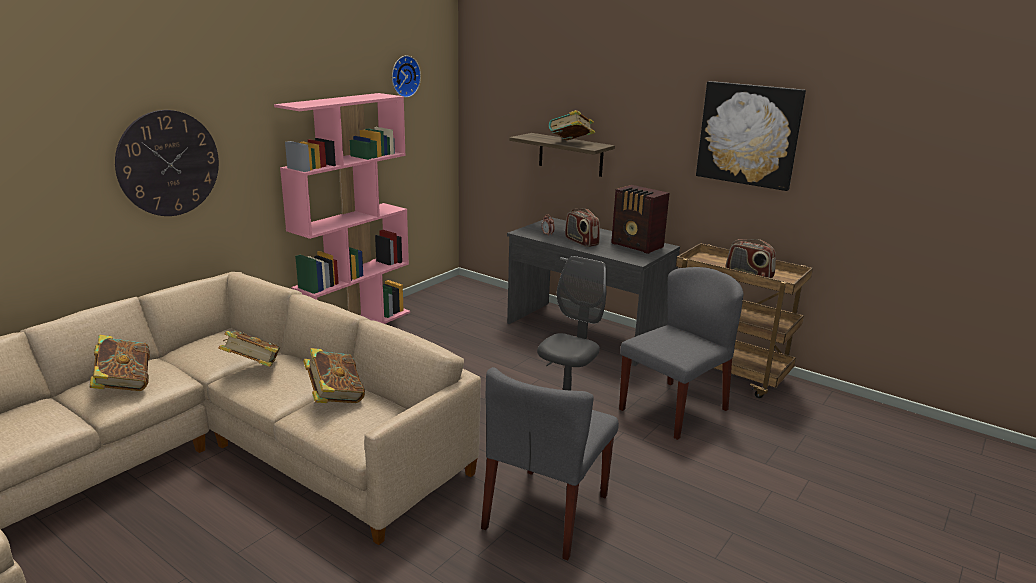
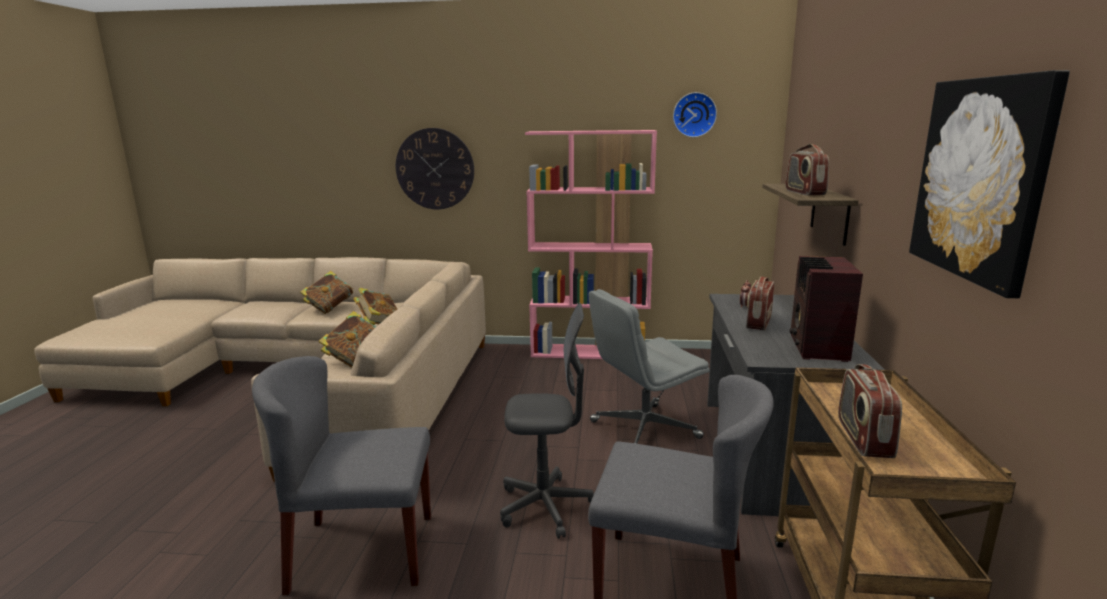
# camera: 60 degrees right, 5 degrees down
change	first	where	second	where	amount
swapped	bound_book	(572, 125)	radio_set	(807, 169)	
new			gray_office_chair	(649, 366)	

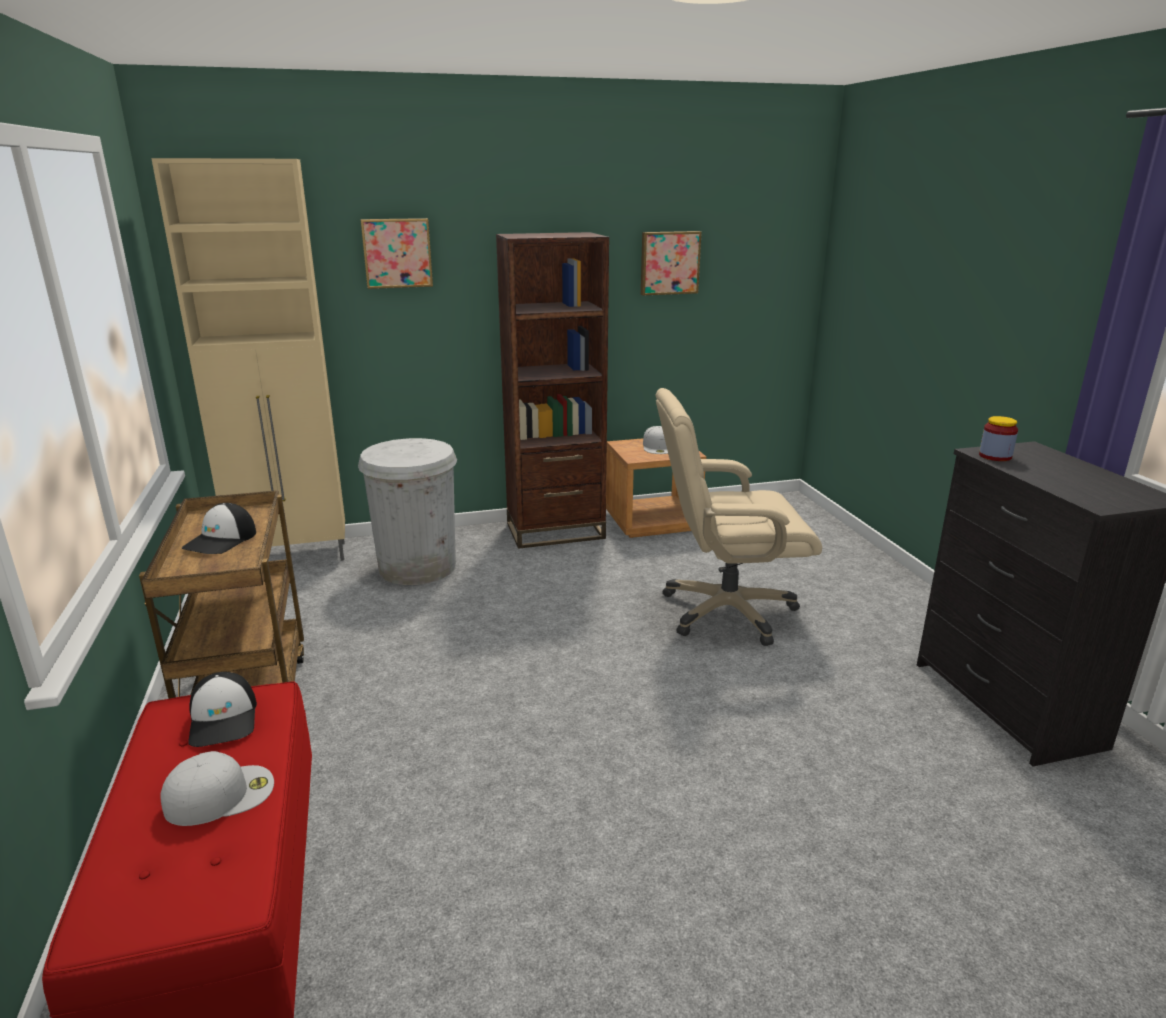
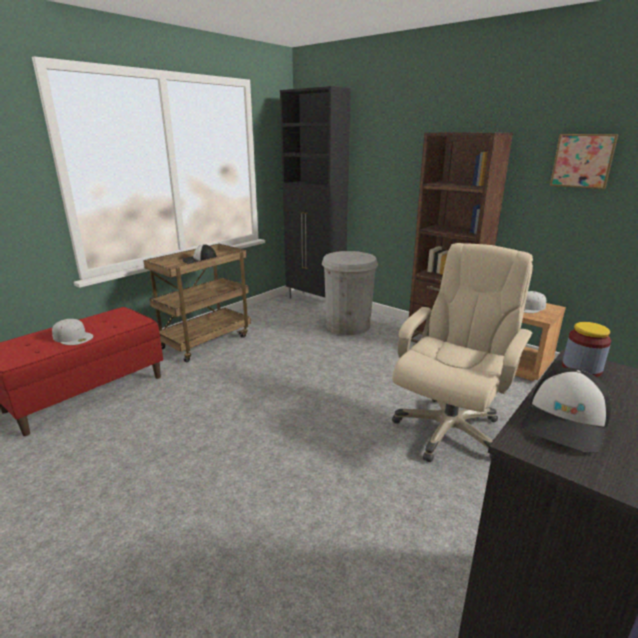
# camera: 55 degrees right, 0 degrees up
change	first	where	second	where	amount
repainted	beige_storage_cabinet	(248, 359)	blackish_storage_cabinet	(315, 192)	
gone	wall_art	(397, 253)			
rotated	beige_office_chair	(738, 517)		(462, 352)	75 degrees clockwise
shifted	cap	(222, 709)		(566, 410)	

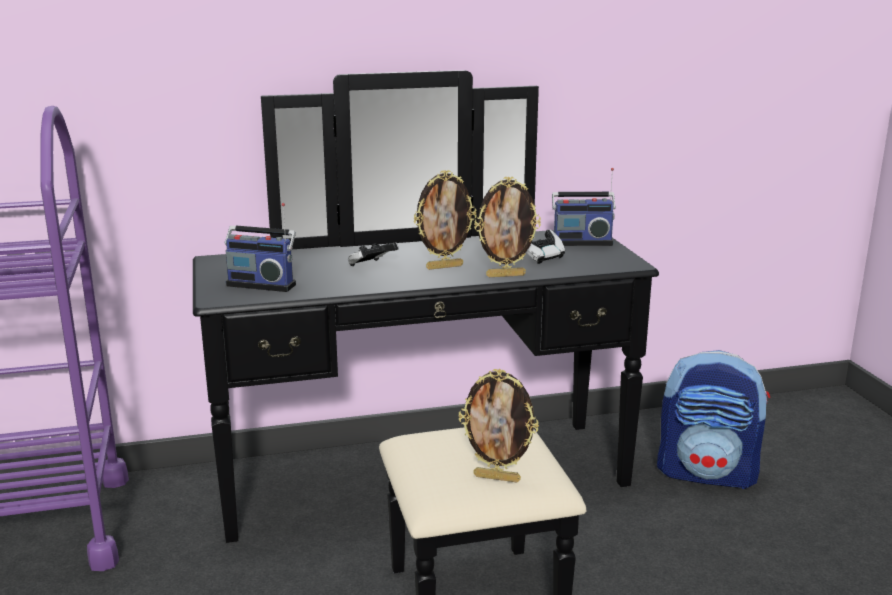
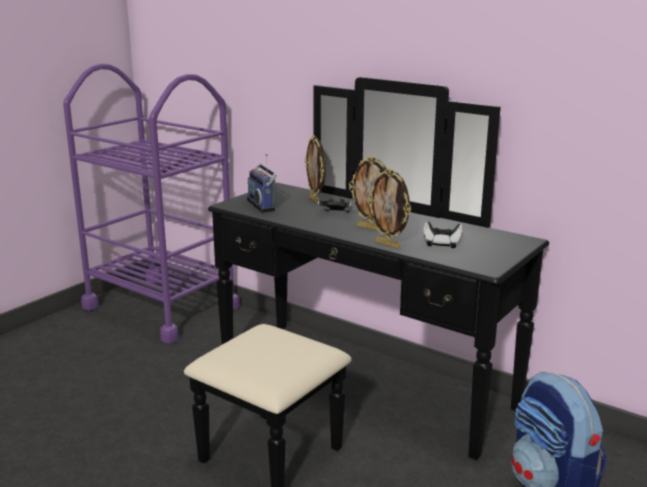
# camera: 50 degrees right, 0 degrees up
change	first	where	second	where	amount
gone	radio_set	(584, 207)			
shifted	standing_frame	(499, 425)		(315, 169)	

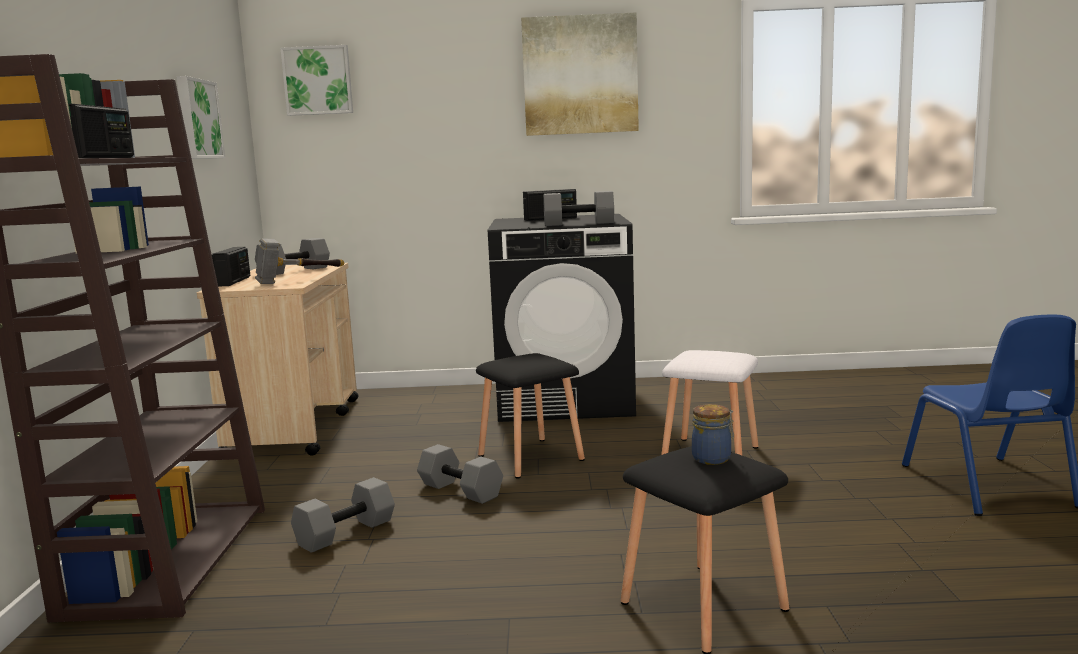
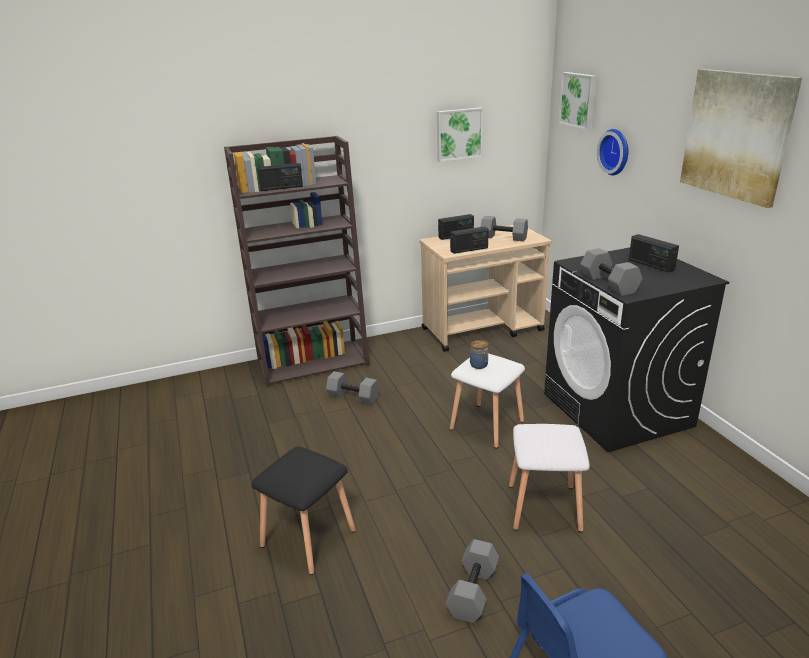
# camera: 70 degrees right, 15 degrees up
change	first	where	second	where	amount
swapped	tool_hammer	(299, 261)	radio_set	(469, 240)	
repainted	blackish_stool_seat	(530, 415)	white-coloured_stool_seat	(487, 400)	
shifted	preserve_jar	(713, 434)		(479, 354)	
shifted	gray_hand_weight	(460, 474)		(472, 581)	
new			hanging_clock	(612, 152)	

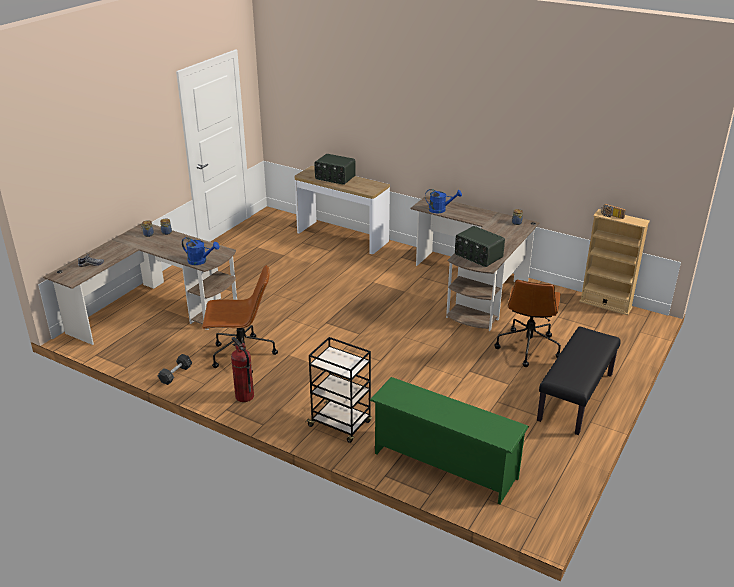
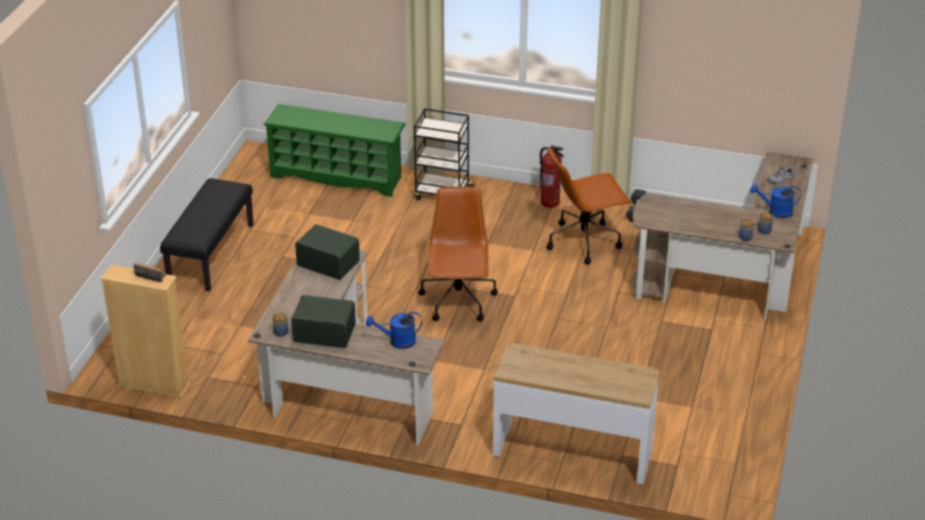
# camera: 165 degrees right, 5 degrees up
change	first	where	second	where	amount
shifted	radio_set	(335, 169)		(323, 321)	
shifted	blue_watering_pot	(201, 251)		(775, 201)	
shifted	brownish_office_chair	(527, 323)		(458, 253)	

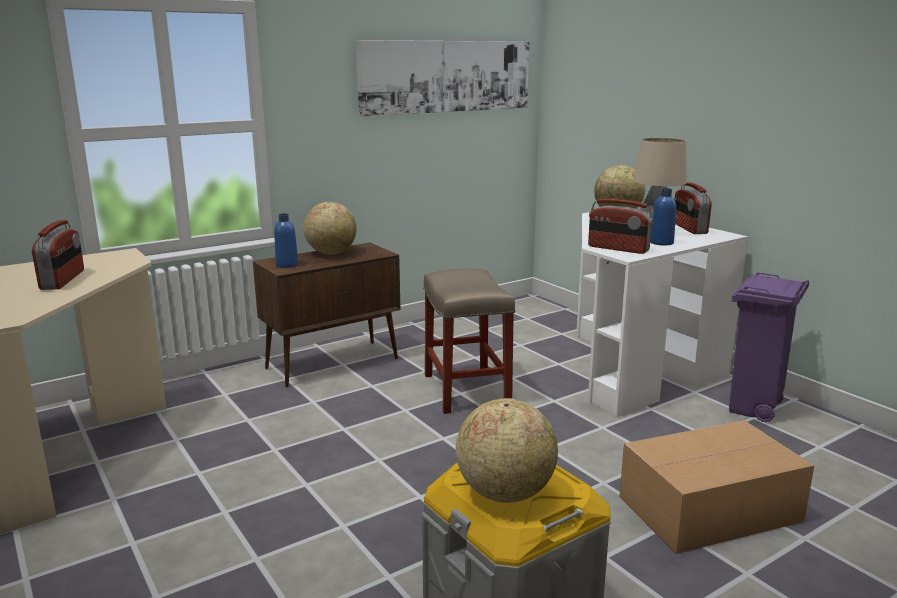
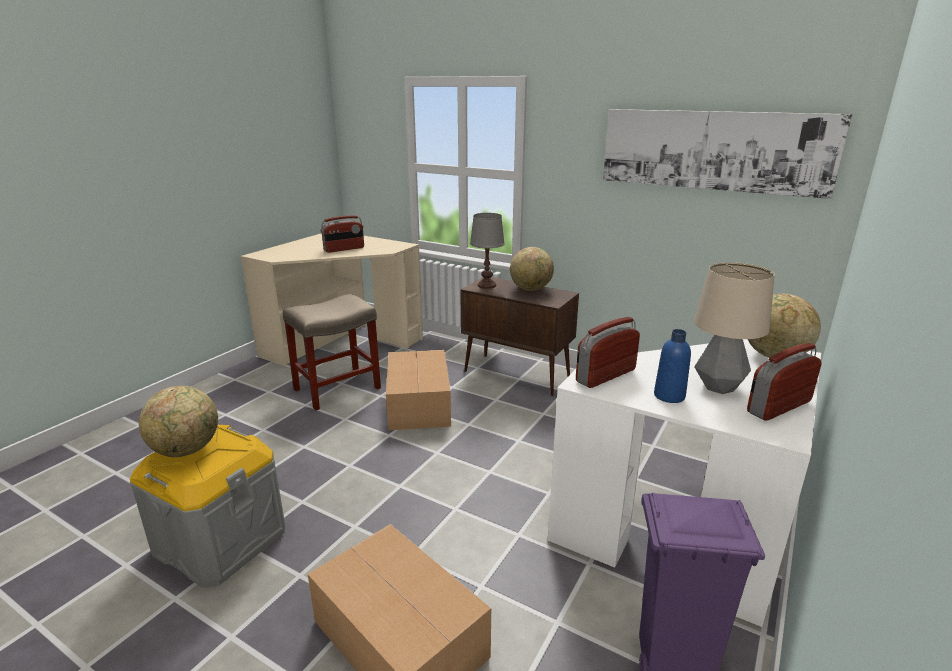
# camera: 65 degrees right, 5 degrees up
change	first	where	second	where	amount
rotated	radio_set	(621, 226)		(608, 352)	45 degrees clockwise
swapped	blue_beverage_bottle	(286, 240)	gray_lamp_for_a_table	(487, 251)	
shifted	beige_stool_seat	(469, 341)		(332, 352)	
new			packing_box	(418, 390)	

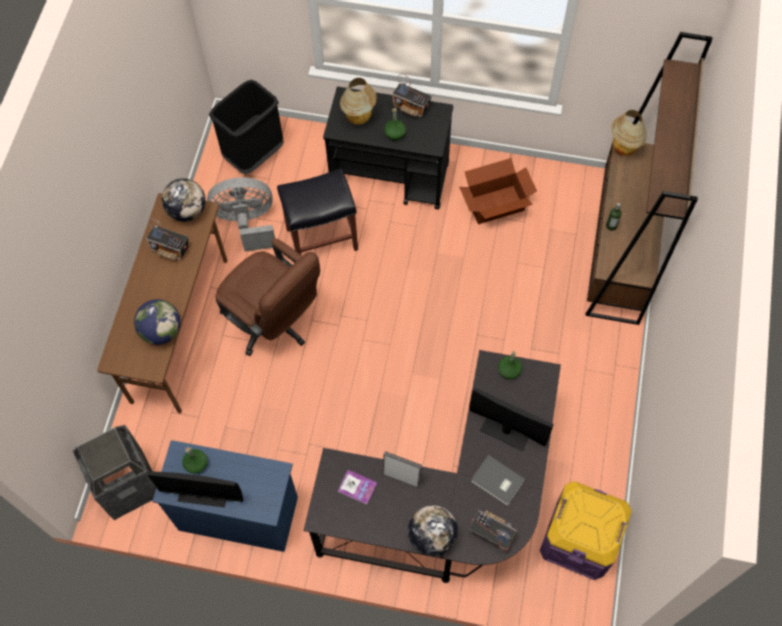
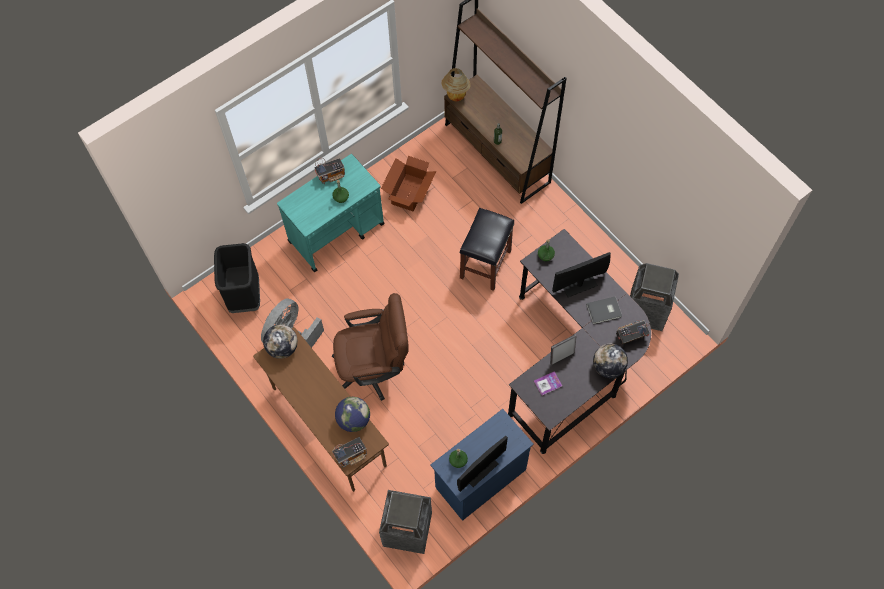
# camera: 50 degrees left, 0 degrees up
change	first	where	second	where	amount
gone	lamp_for_a_table	(358, 101)			
repainted	blackish_wheeled_cart	(388, 148)	turquoise_wheeled_cart	(331, 213)	
shifted	blackish_stool_seat	(317, 211)		(487, 249)	
shifted	radio_set	(167, 240)		(349, 452)	
swapped	purple_storage_bin	(586, 530)	waste_bin	(654, 297)	

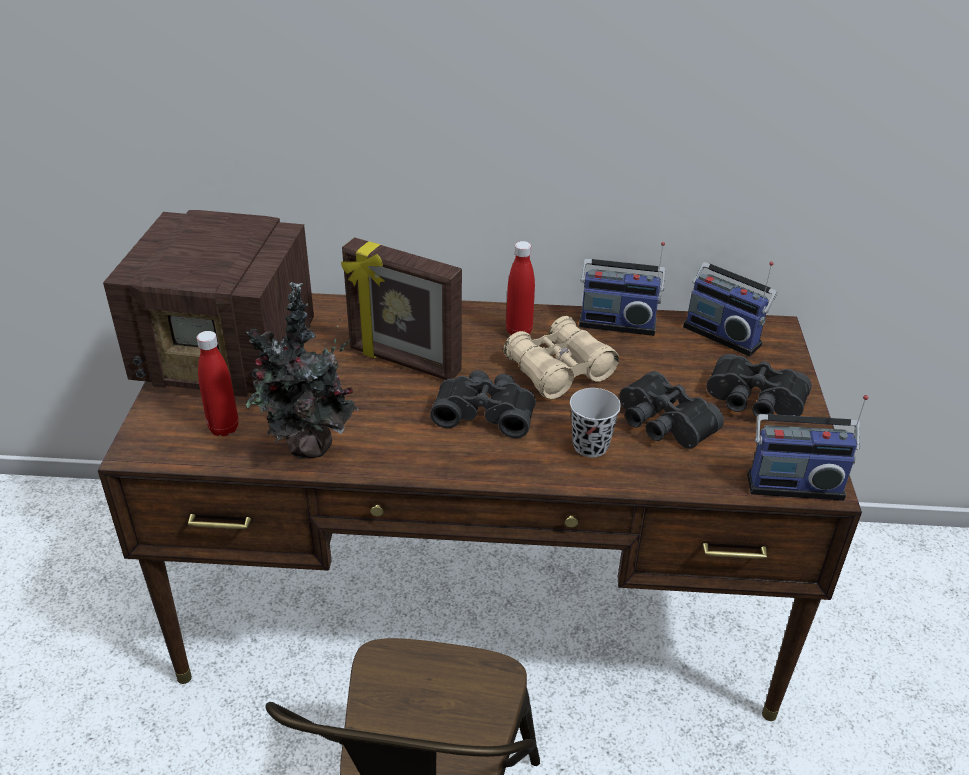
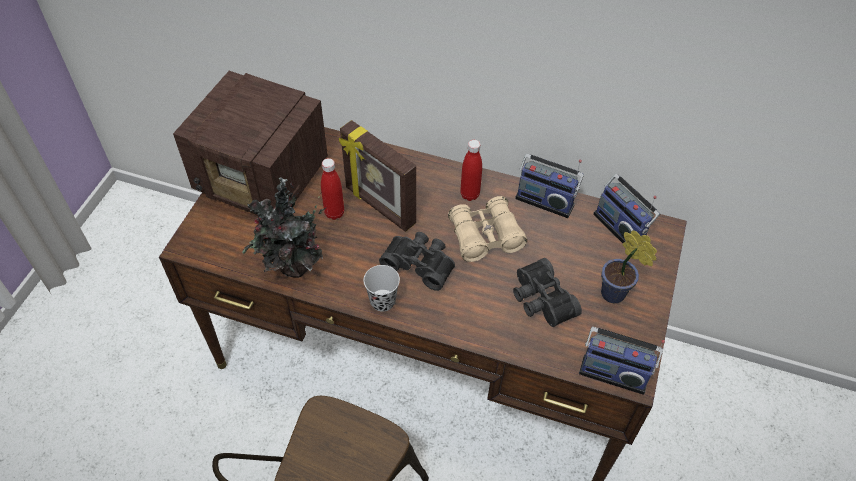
# camera: 15 degrees right, 15 degrees up
change	first	where	second	where	amount
shifted	reddish_beverage_bottle	(217, 383)		(332, 189)	
swapped	blackish_pair_of_binoculars	(759, 385)	potted_plant	(629, 266)	
shifted	blackish_small_cup	(595, 422)		(381, 288)	

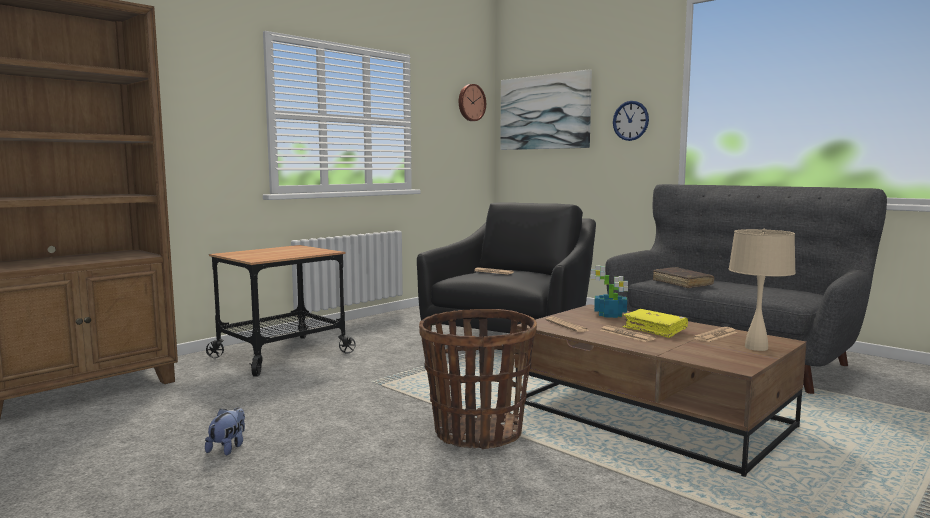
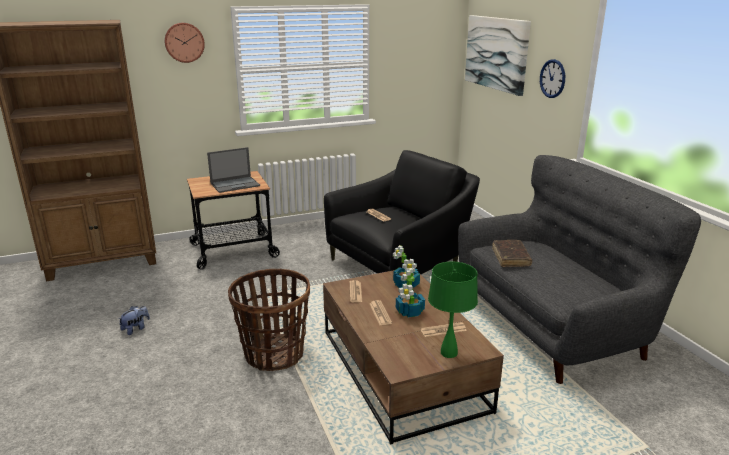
# camera: 25 degrees right, 15 degrees up
change	first	where	second	where	amount
shifted	hanging_clock	(472, 102)		(184, 43)	
repainted	beige_lamp_for_a_table	(762, 290)	green_lamp_for_a_table	(453, 310)	
swapped	yellowish_bound_book	(655, 323)	potted_plant	(410, 293)	
new			notebook_computer	(233, 170)	

